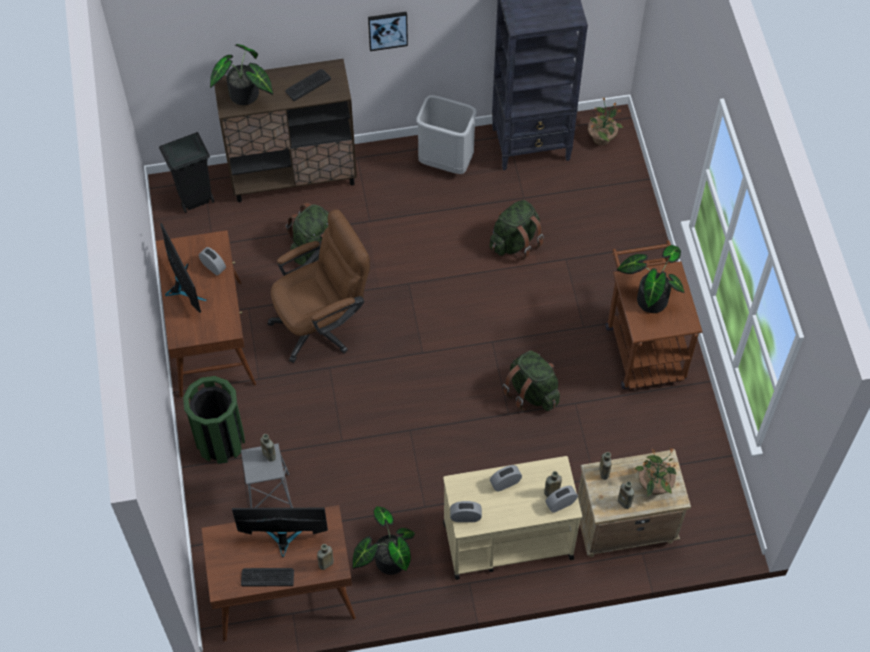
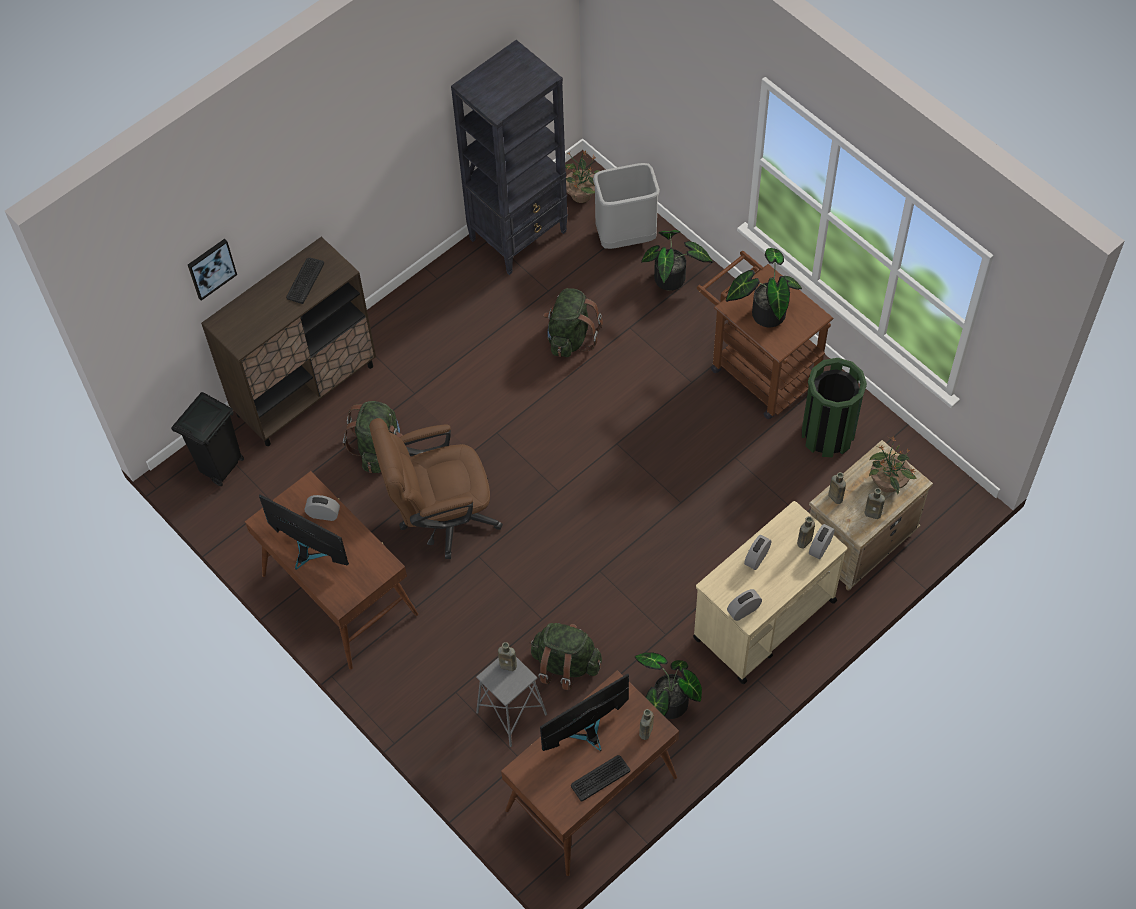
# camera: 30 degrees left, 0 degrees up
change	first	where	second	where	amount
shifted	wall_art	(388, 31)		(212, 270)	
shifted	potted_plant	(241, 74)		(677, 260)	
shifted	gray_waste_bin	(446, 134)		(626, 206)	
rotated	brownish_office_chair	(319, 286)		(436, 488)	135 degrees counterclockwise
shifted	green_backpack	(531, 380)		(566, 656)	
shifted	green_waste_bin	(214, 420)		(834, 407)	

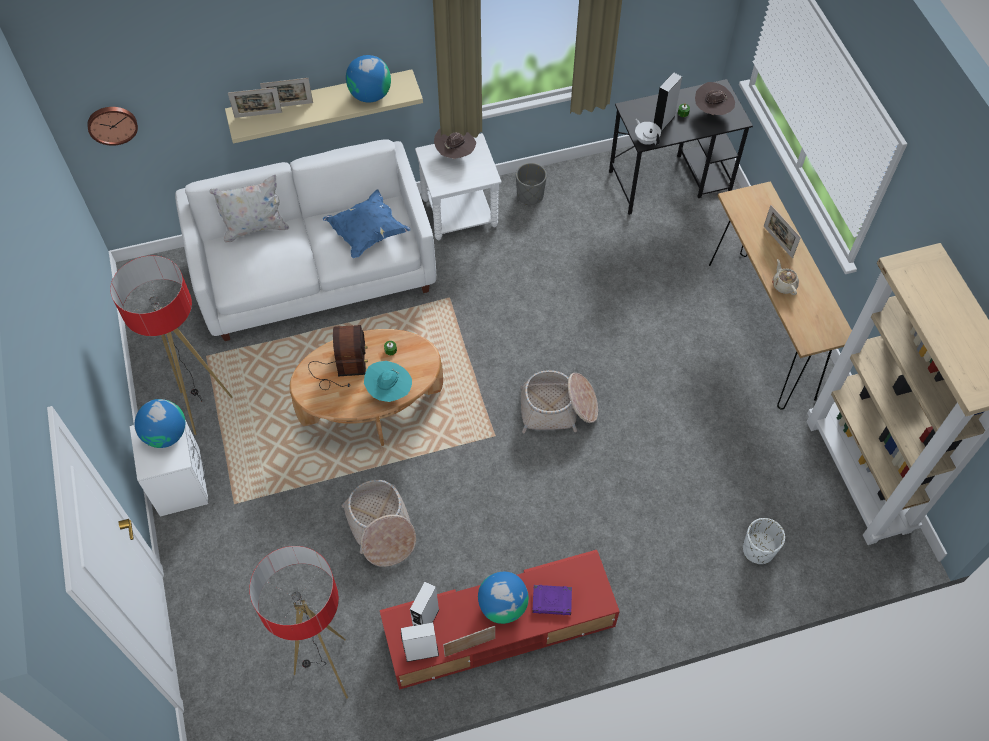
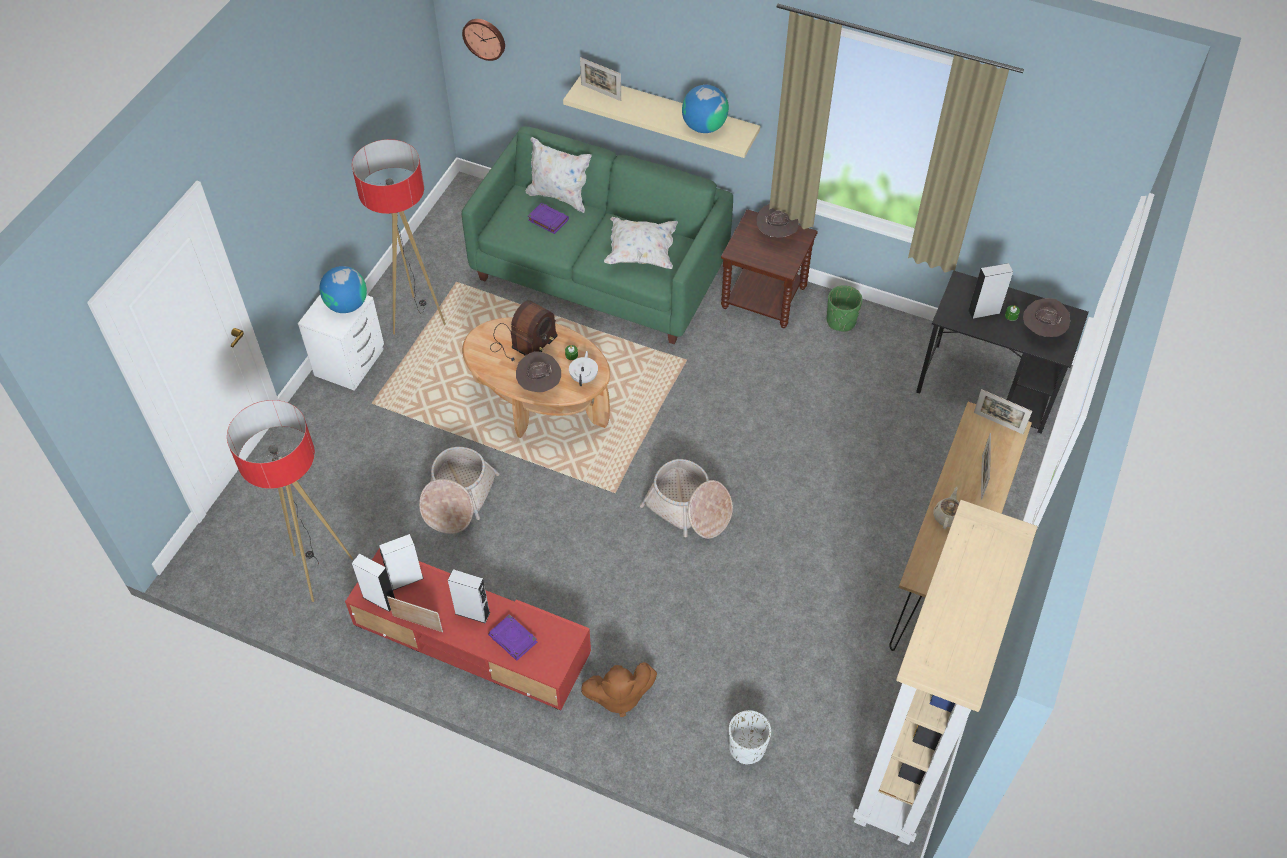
# camera: 40 degrees right, 5 degrees down
change	first	where	second	where	amount
shifted	standing_frame	(286, 92)		(1003, 411)	
shifted	white-coloured_teapot	(648, 131)		(583, 368)	
repainted	white-coloured_side_table	(458, 186)	brownish_side_table	(769, 268)	
repainted	white-coloured_sofa	(305, 240)	green_sofa	(597, 235)	
repainted	gray_plant_pot	(531, 184)	green_plant_pot	(844, 308)	
repainted	blue_cushion	(366, 223)	white-coloured_cushion	(641, 243)	
repainted	turquoise_wearable_hat	(388, 381)	brownish_wearable_hat	(538, 371)	
swapped	desk_globe	(503, 598)	gray_audio_speaker	(469, 596)	
new			purple_bound_book	(548, 218)	
new			brownish_soft_toy	(619, 689)	

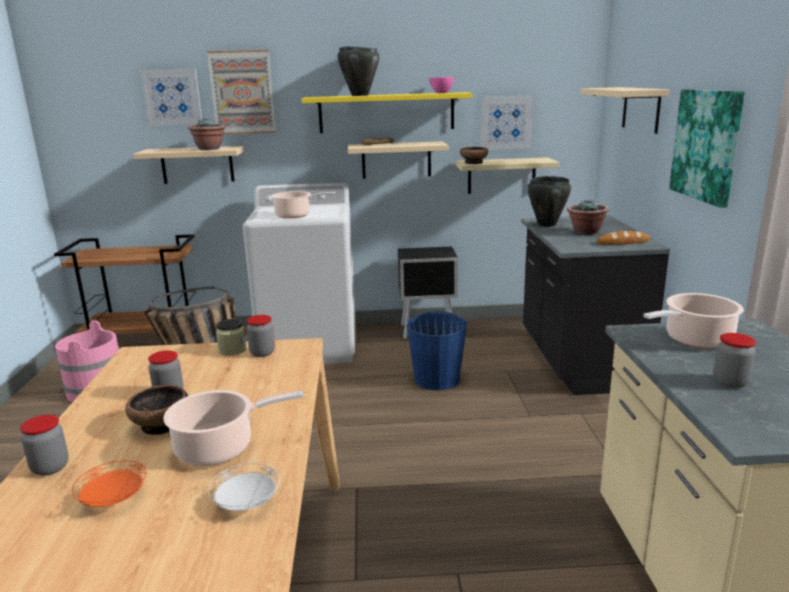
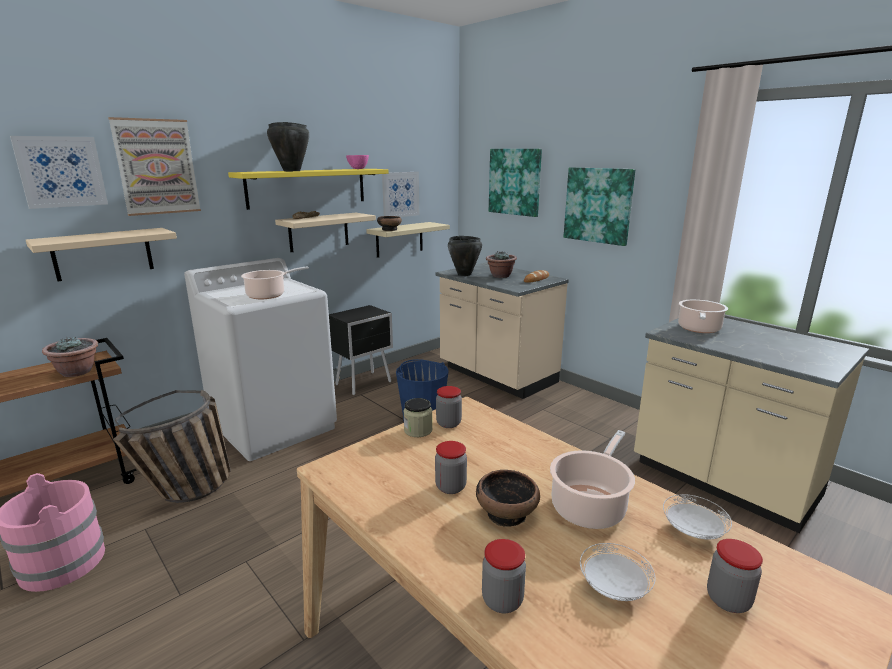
# camera: 40 degrees left, 0 degrees up
change	first	where	second	where	amount
swapped	beige_wall_shelf	(625, 110)	wall_art	(515, 183)	
shifted	potted_plant	(207, 134)		(70, 357)	
repainted	blackish_counter	(595, 305)	beige_counter	(502, 330)	
shifted	preserve_jar	(734, 360)		(735, 576)	
repainted	orangey_plate	(109, 483)	white-coloured_plate	(617, 572)	

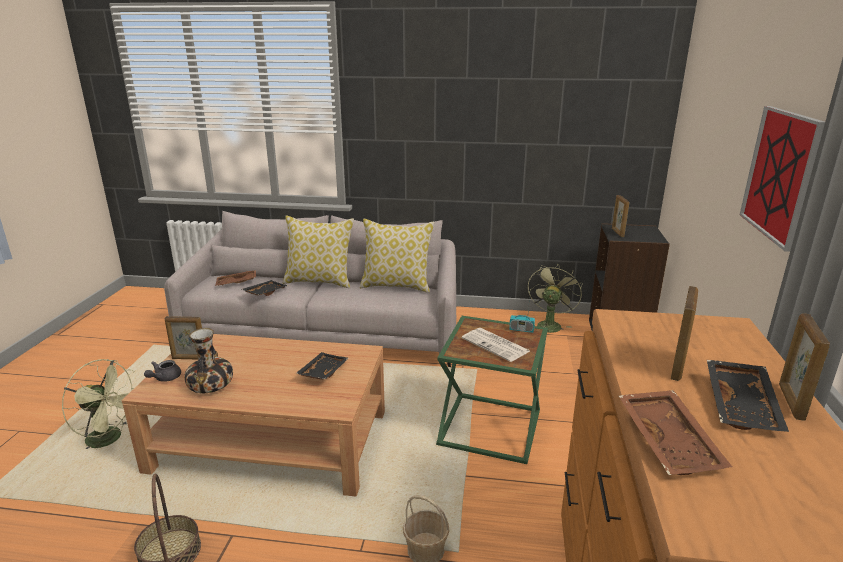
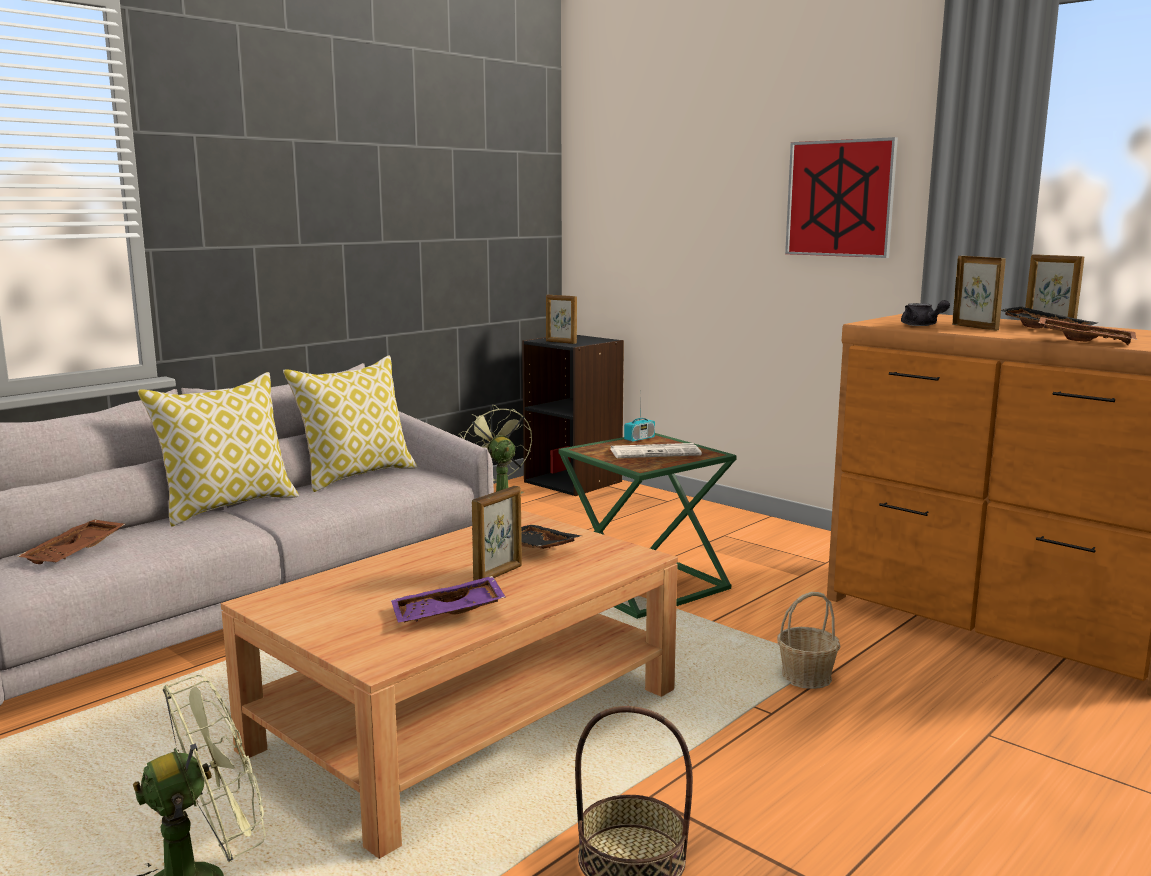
# camera: 55 degrees left, 10 degrees down
change	first	where	second	where	amount
gone	blackish_carrying_tray	(265, 288)			
shifted	standing_frame	(183, 337)		(497, 533)	
swapped	decorative_vase	(208, 361)	purple_carrying_tray	(448, 599)	
shifted	gray_teapot	(162, 371)		(925, 313)	

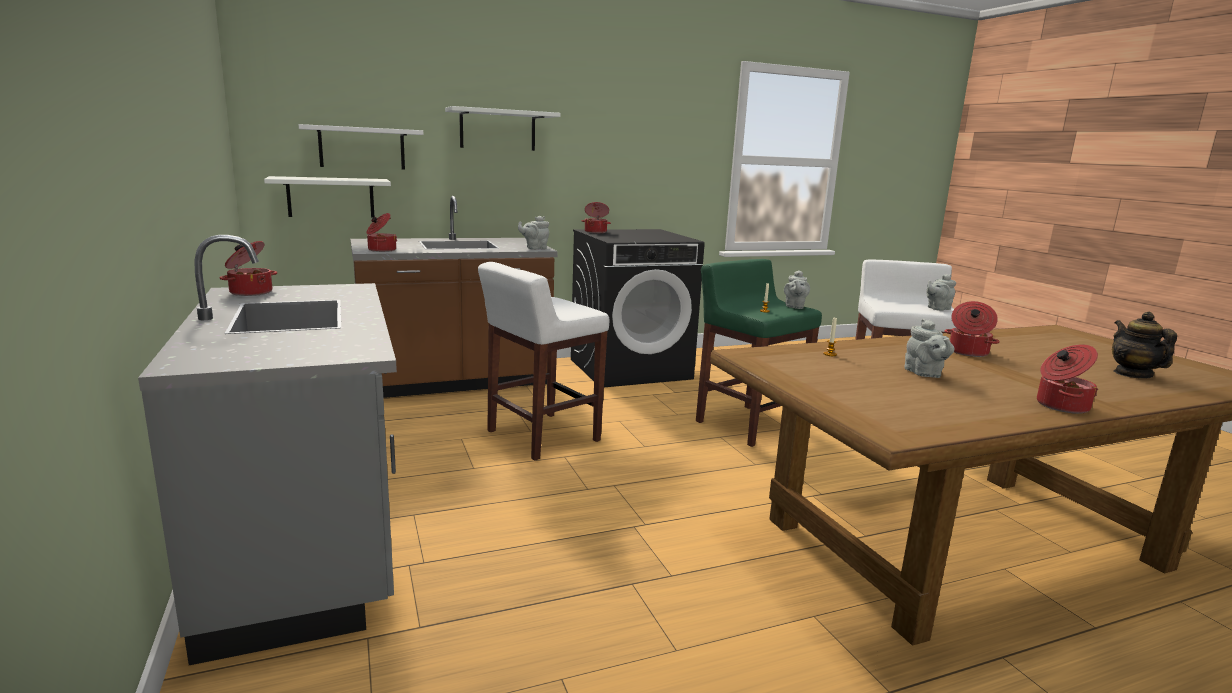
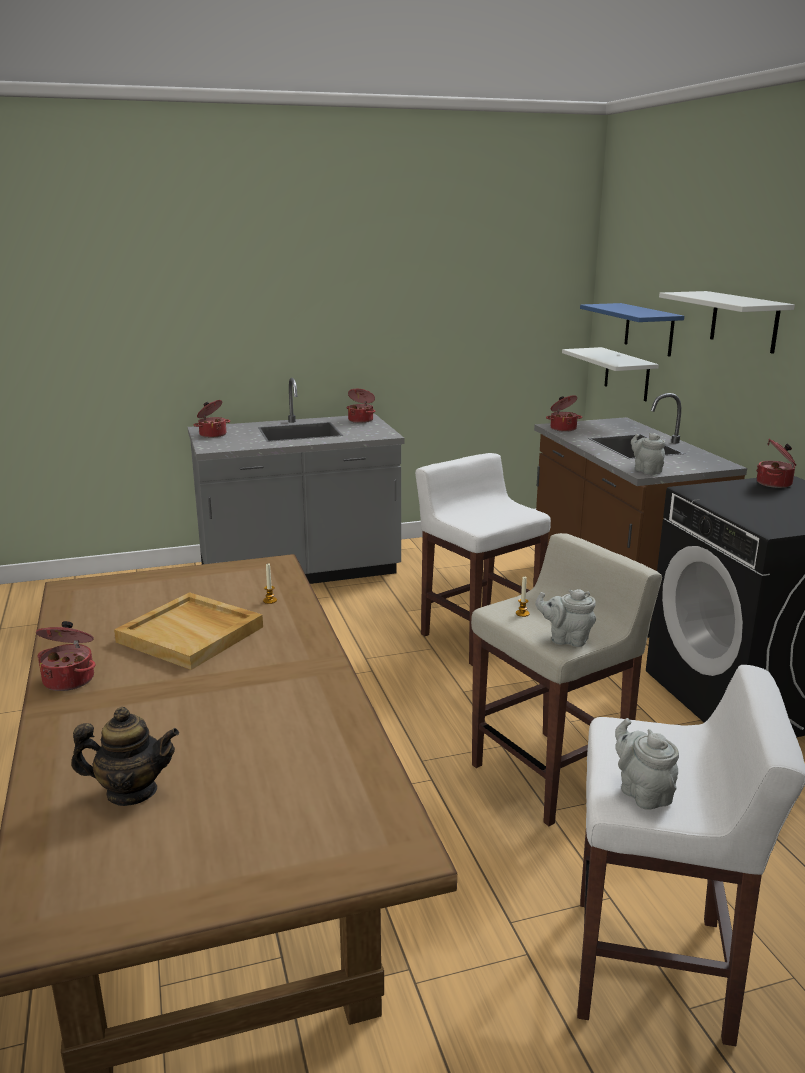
# camera: 95 degrees right, 5 degrees up
change	first	where	second	where	amount
repainted	white-coloured_wall_shelf	(361, 146)	blue_wall_shelf	(632, 330)	
repainted	green_stool_seat	(759, 353)	beige_stool_seat	(566, 679)	
shifted	cooking_pot	(972, 329)		(212, 419)	
swapped	gray_teapot	(929, 348)	beige_carrying_tray	(188, 631)	

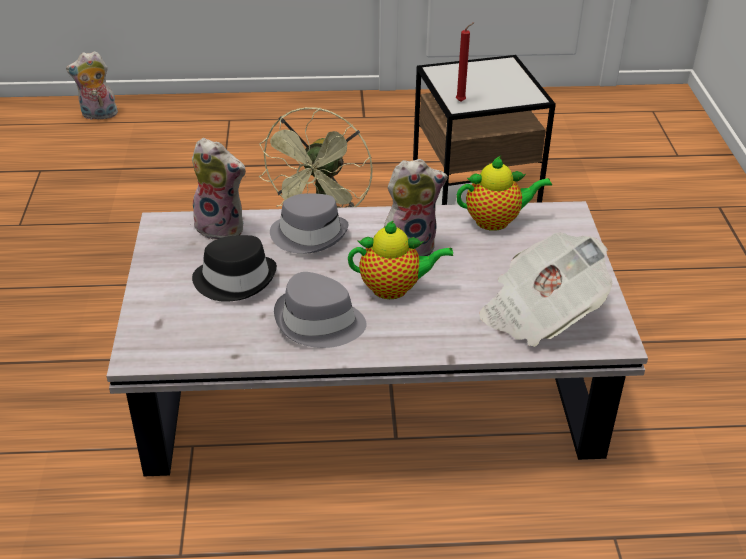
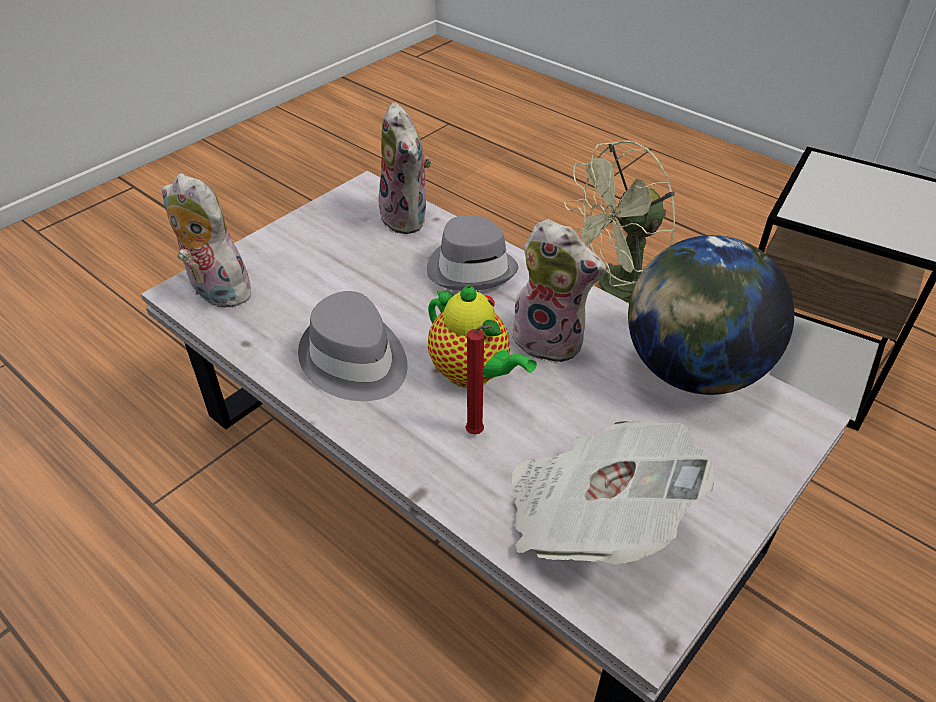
# camera: 45 degrees right, 5 degrees up
change	first	where	second	where	amount
shifted	reddish_wax_candle	(465, 62)		(478, 380)	
shifted	soft_toy	(92, 85)		(208, 240)	
swapped	teapot	(504, 193)	desk_globe	(711, 315)	
gone	blackish_wearable_hat	(234, 268)			

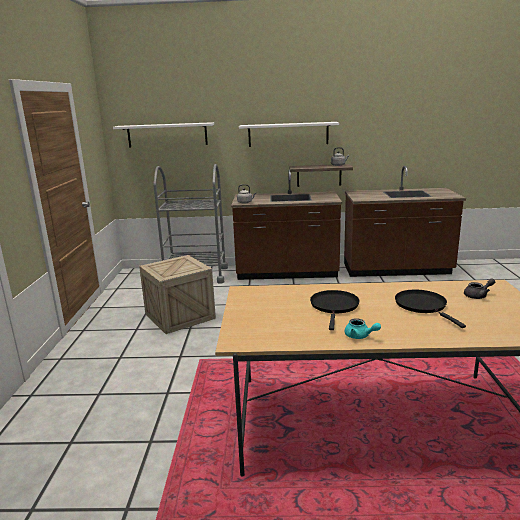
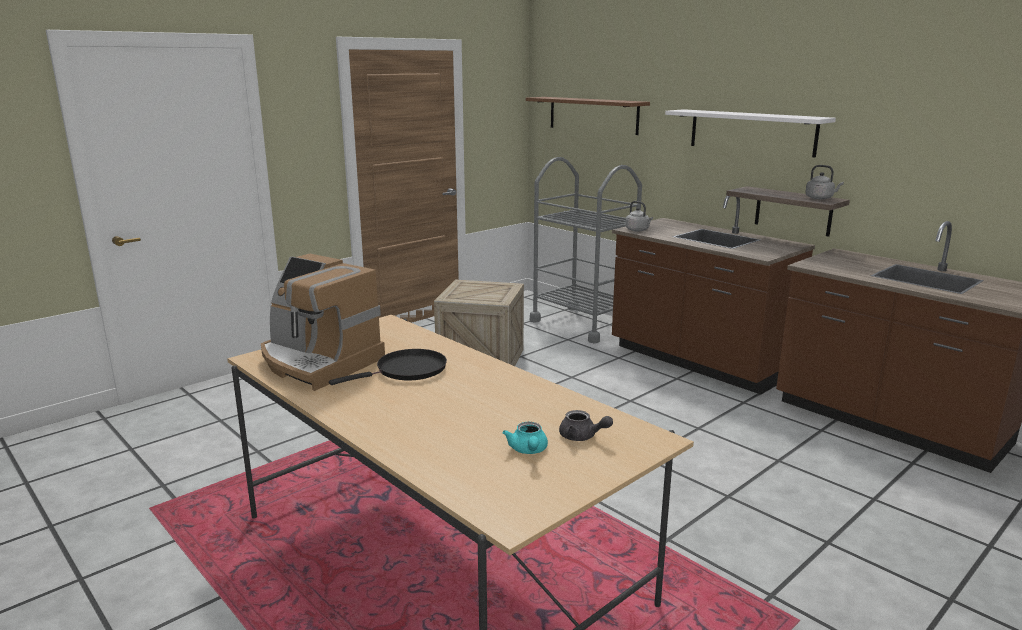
# camera: 45 degrees right, 0 degrees up
change	first	where	second	where	amount
repainted	white-coloured_wall_shelf	(163, 135)	brownish_wall_shelf	(588, 116)	
gone	blackish_skillet	(430, 309)			
shifted	turquoise_teapot	(363, 328)		(525, 438)	
new			coffee_machine	(323, 322)	

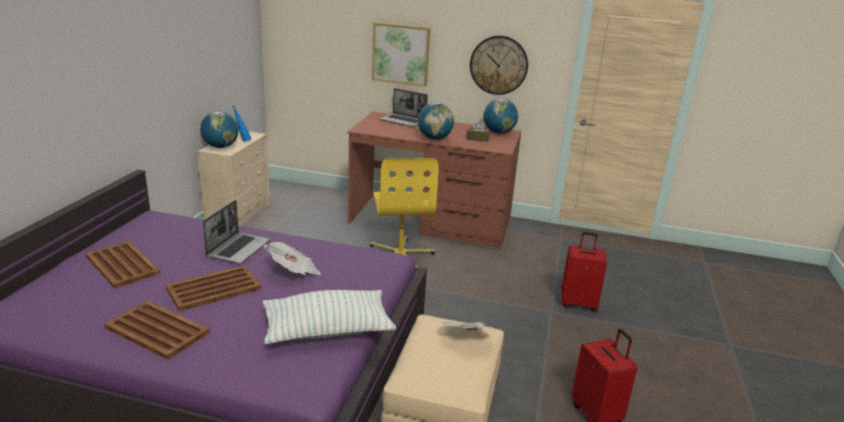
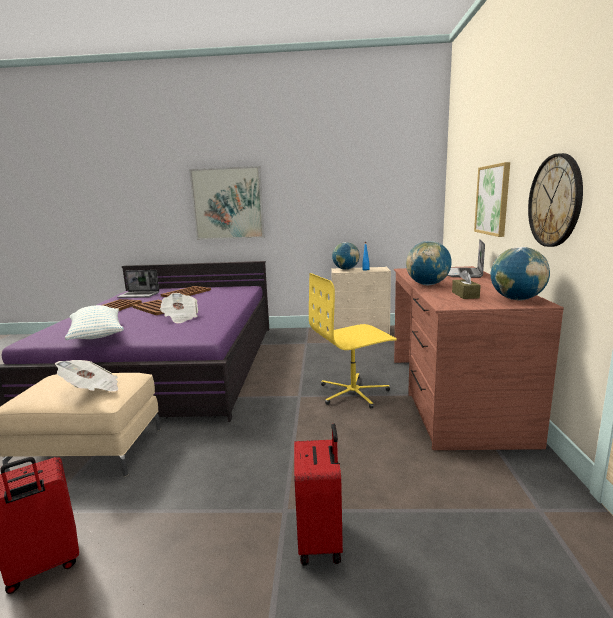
# camera: 80 degrees right, 10 degrees down
change	first	where	second	where	amount
shifted	notebook_computer	(236, 232)		(138, 284)	
new			wall_art	(227, 203)	

